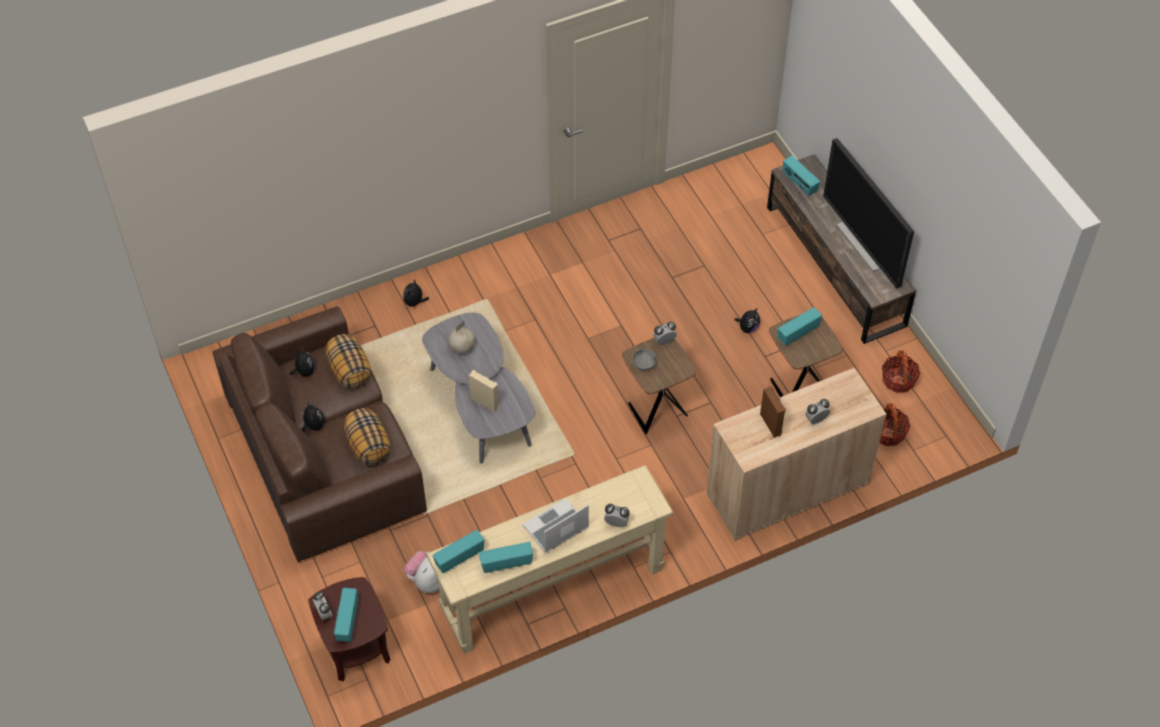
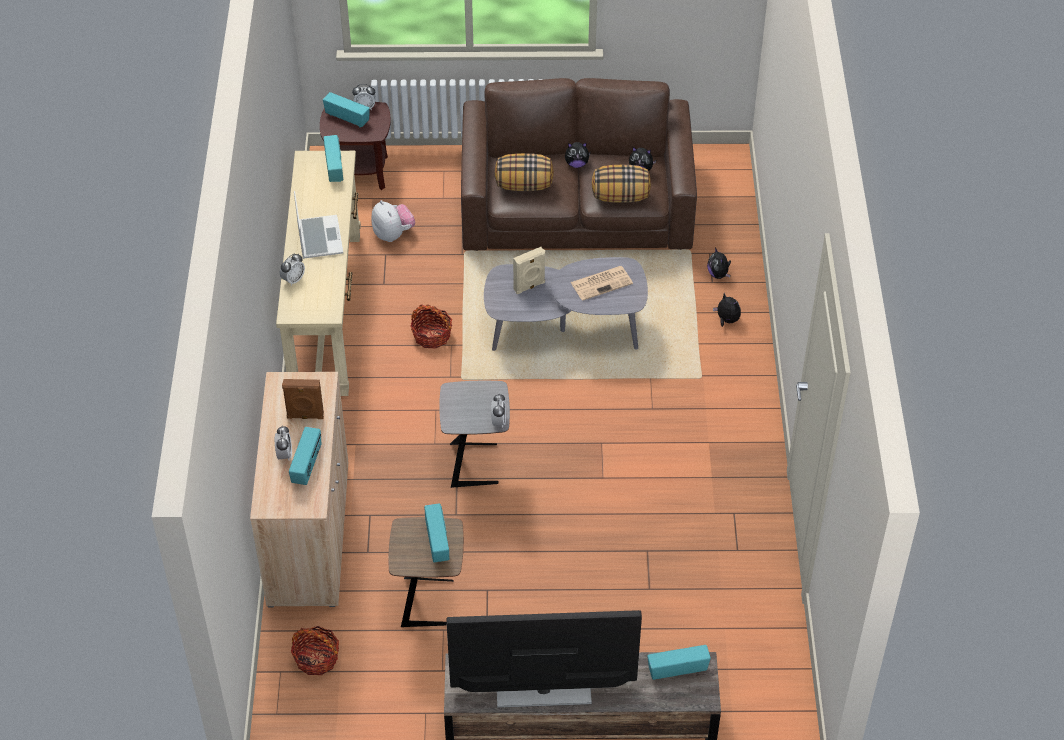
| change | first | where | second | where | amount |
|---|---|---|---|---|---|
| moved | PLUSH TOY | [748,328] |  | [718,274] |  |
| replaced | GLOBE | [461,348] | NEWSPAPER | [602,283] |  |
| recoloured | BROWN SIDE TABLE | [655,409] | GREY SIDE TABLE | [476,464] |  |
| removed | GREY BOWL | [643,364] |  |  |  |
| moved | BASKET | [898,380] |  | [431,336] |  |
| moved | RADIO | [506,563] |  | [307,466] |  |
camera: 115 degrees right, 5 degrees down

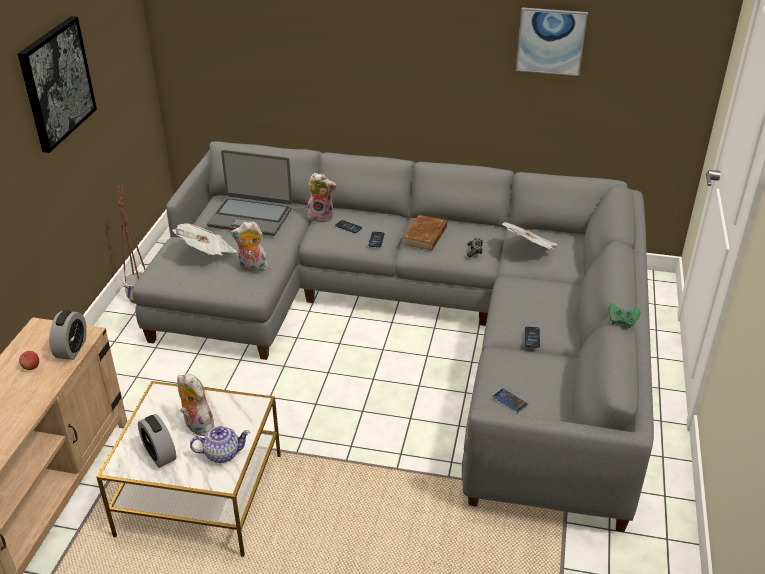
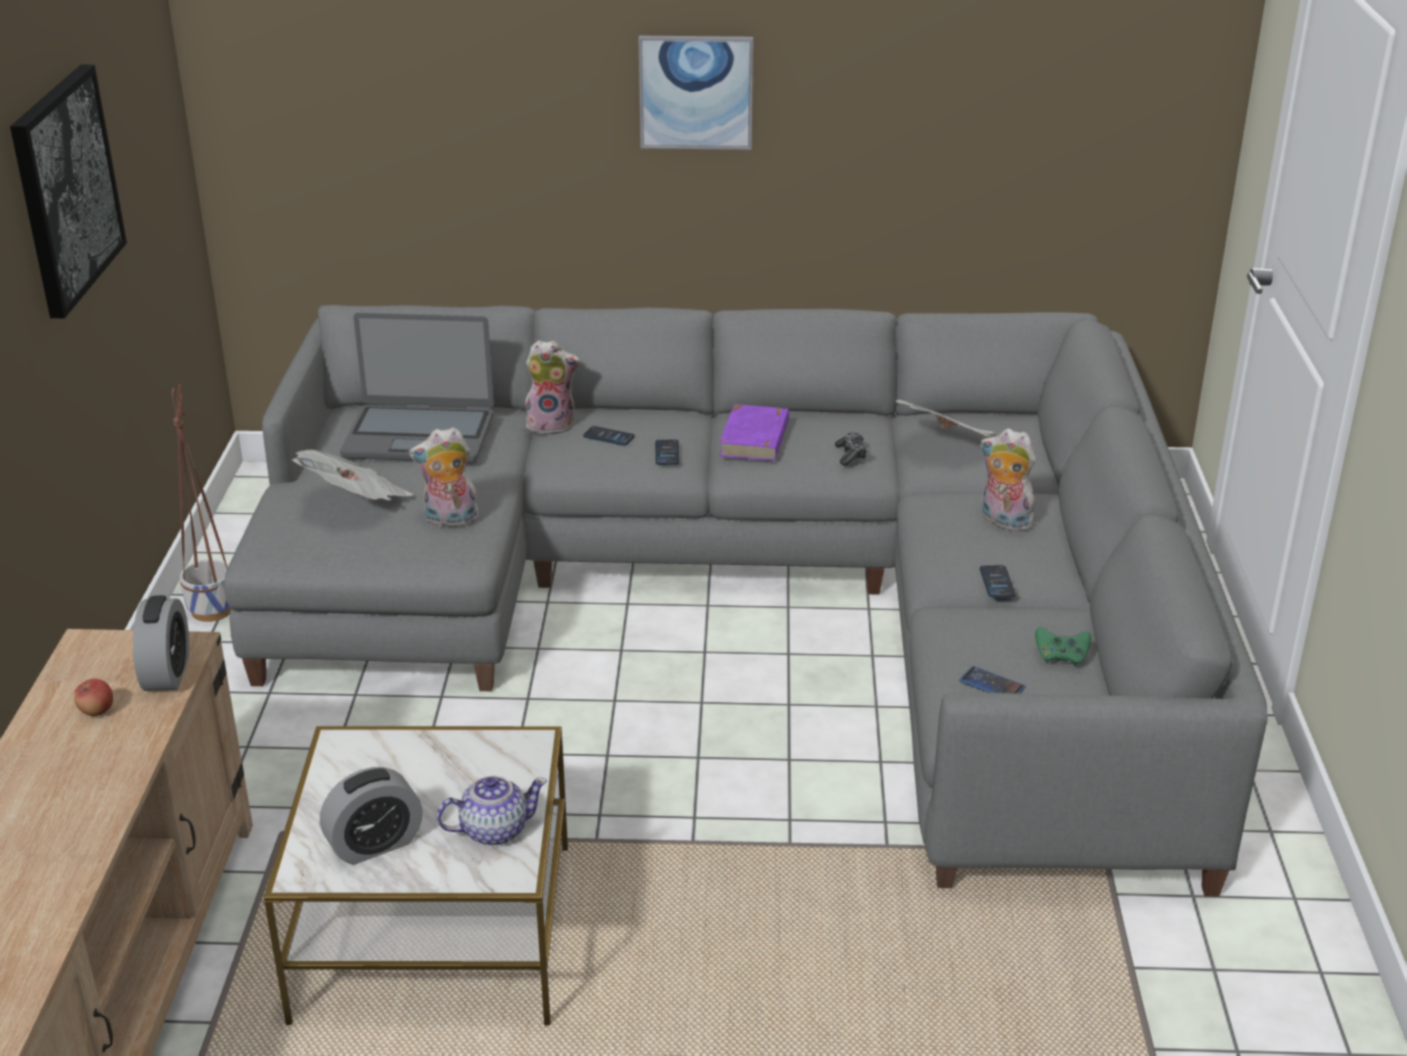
| change | first | where | second | where | amount |
|---|---|---|---|---|---|
| moved | PICTURE | [551,41] |  | [696,92] |  |
| recoloured | BROWN BOOK | [425,235] | PURPLE BOOK | [755,439] |  |
| moved | GREEN GAME CONTROLLER | [621,321] |  | [1060,657] |  |
| moved | PLUSH TOY | [196,426] |  | [1003,522] |  |
| turned | ALARM CLOCK | [159,454] |  | [374,845] | 75 degrees counterclockwise |
camera: 10 degrees left, 5 degrees down

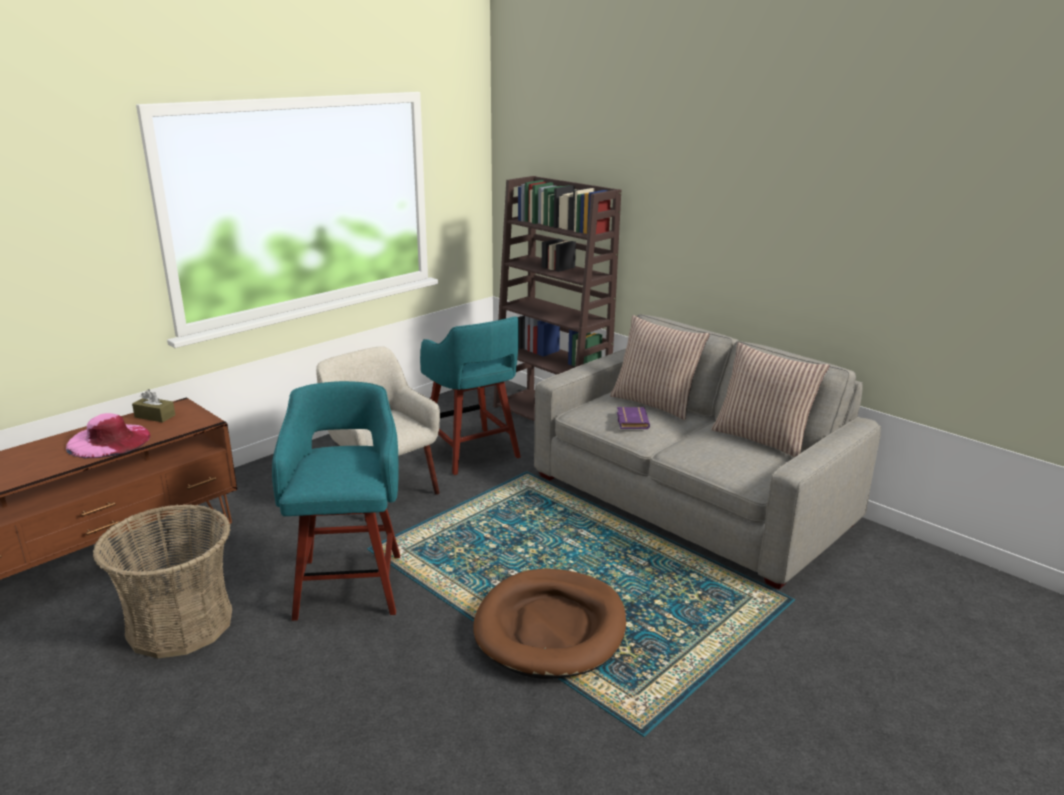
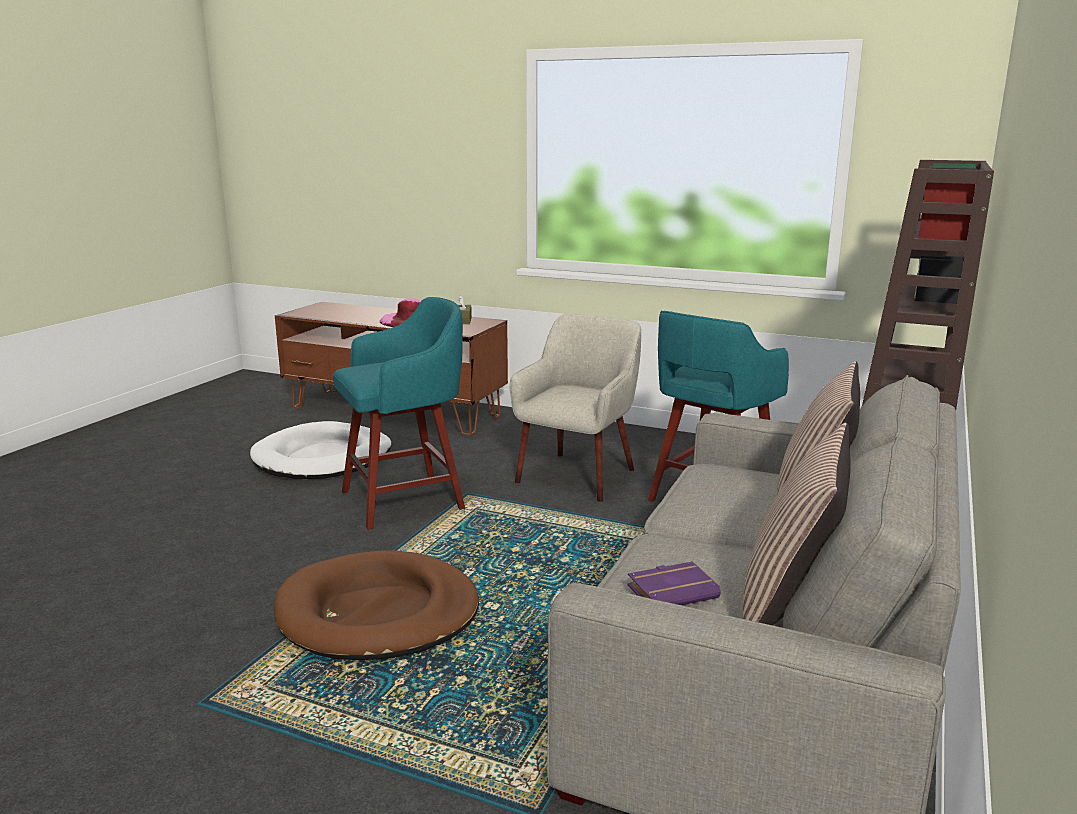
| change | first | where | second | where | amount |
|---|---|---|---|---|---|
| moved | PURPLE BOOK | [631,421] |  | [673,591] |  |
| replaced | BASKET | [180,624] | WHITE DOG BED | [323,457] |  |
camera: 70 degrees right, 5 degrees down

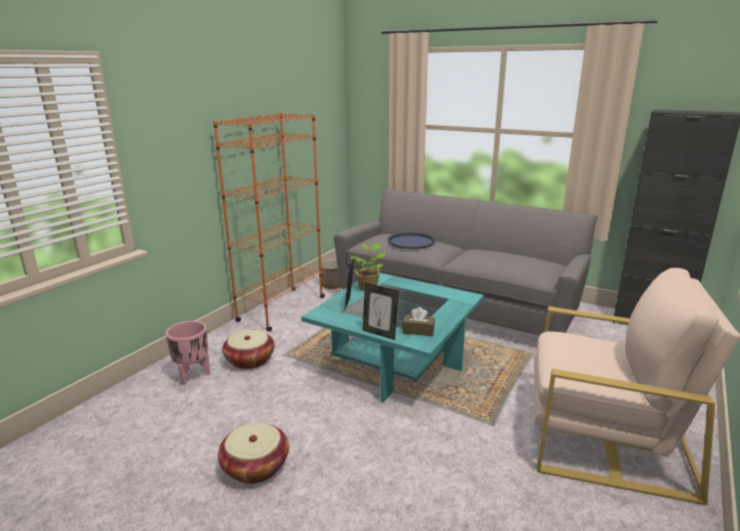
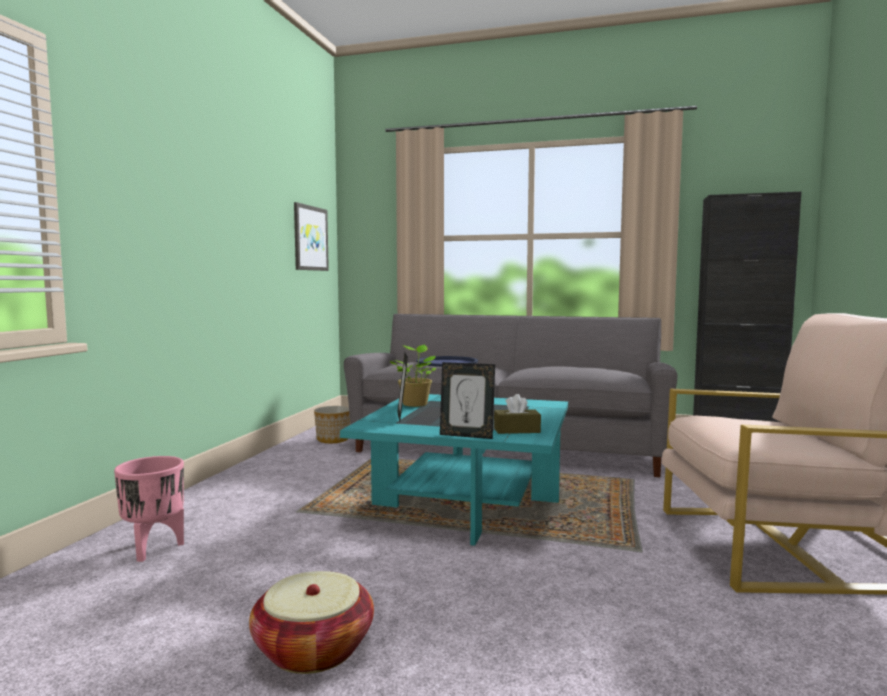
| change | first | where | second | where | amount |
|---|---|---|---|---|---|
| removed | ORANGE BOOKCASE | [281,309] |  |  |  |
| removed | BASKET | [250,360] |  |  |  |
| added |  |  | PICTURE | [310,238] |  |
camera: 15 degrees left, 15 degrees down

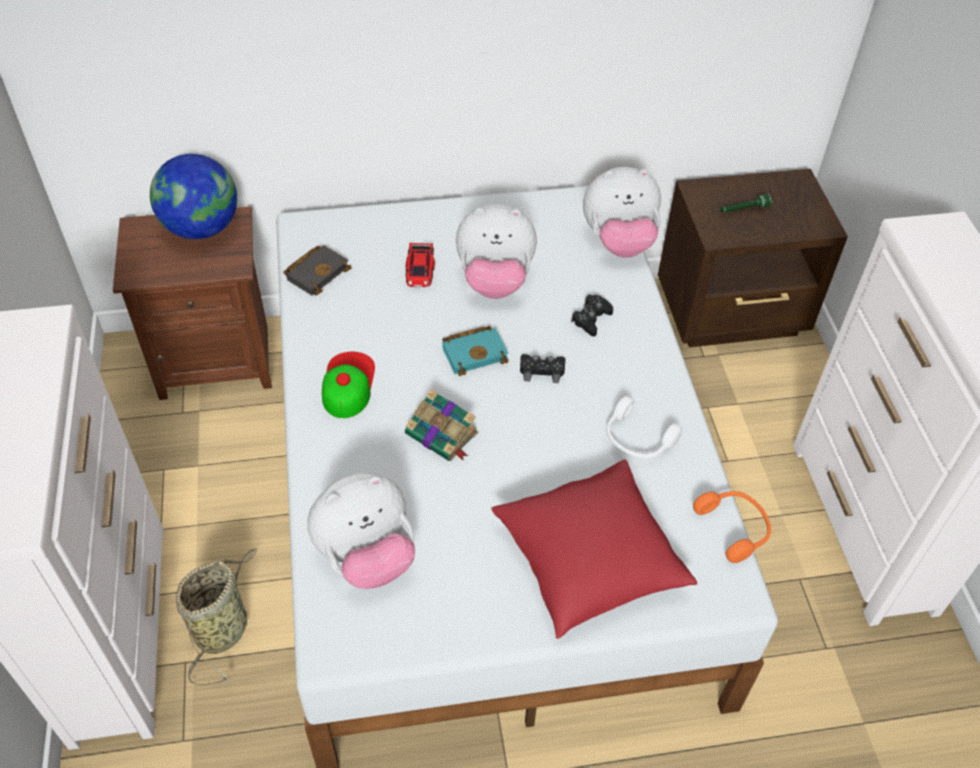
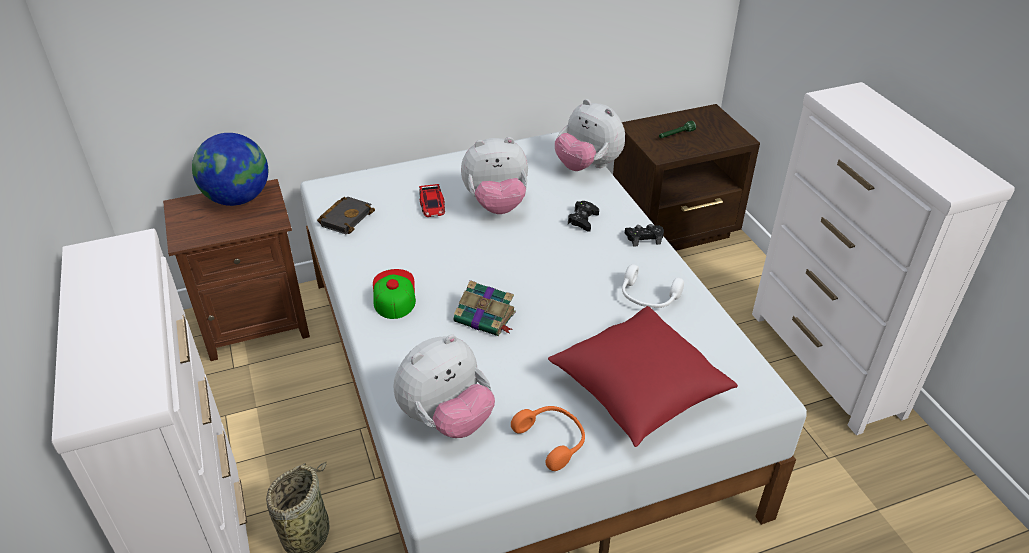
| change | first | where | second | where | amount |
|---|---|---|---|---|---|
| turned | PLUSH TOY | [619,242] |  | [587,166] | 60 degrees clockwise |
| removed | TURQUOISE BOOK | [475,352] |  |  |  |
| moved | BLACK GAME CONTROLLER | [542,371] |  | [644,238] |  |
| moved | ORANGE HEADPHONES | [734,528] |  | [552,440] |  |
camera: 10 degrees left, 10 degrees down

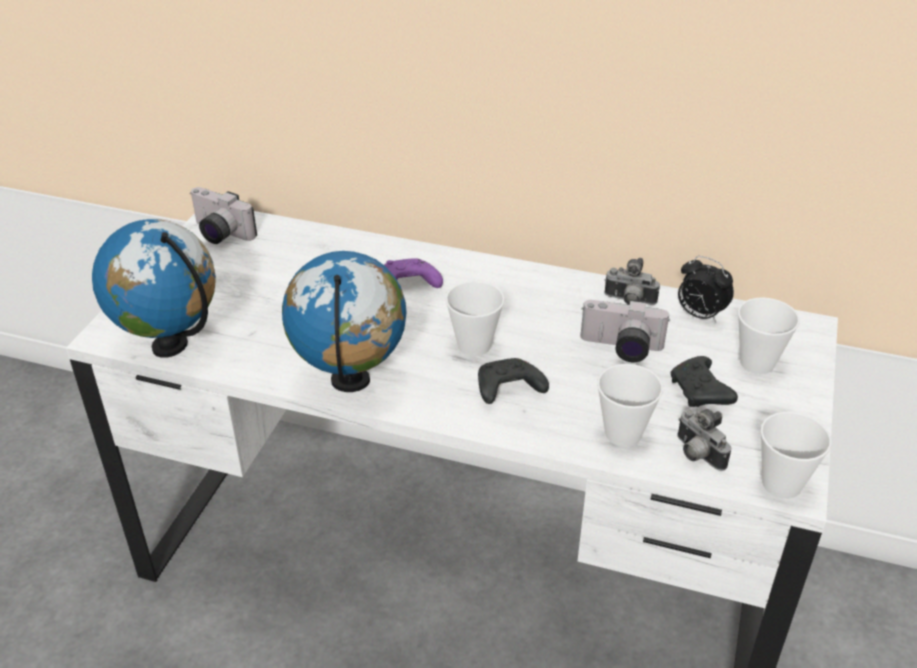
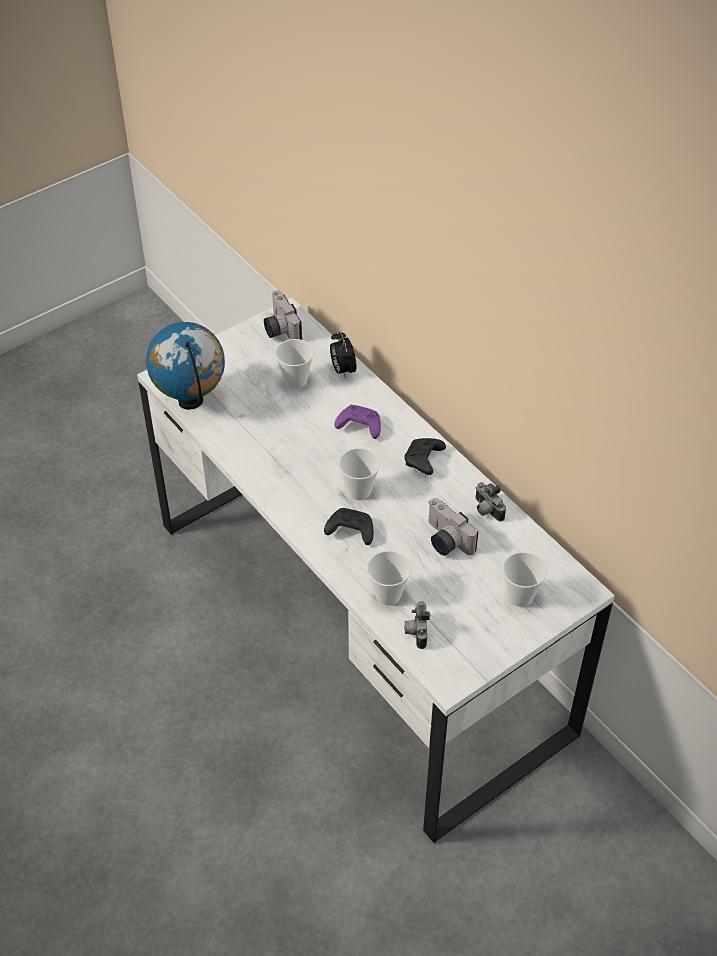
| change | first | where | second | where | amount |
|---|---|---|---|---|---|
| removed | GLOBE | [351,381] |  |  |  |
| moved | ALARM CLOCK | [699,315] |  | [342,370] |  |
| moved | BLACK GAME CONTROLLER | [700,393] |  | [423,461] |  |
| moved | CUP | [781,484] |  | [296,380] |  |
camera: 35 degrees right, 10 degrees up

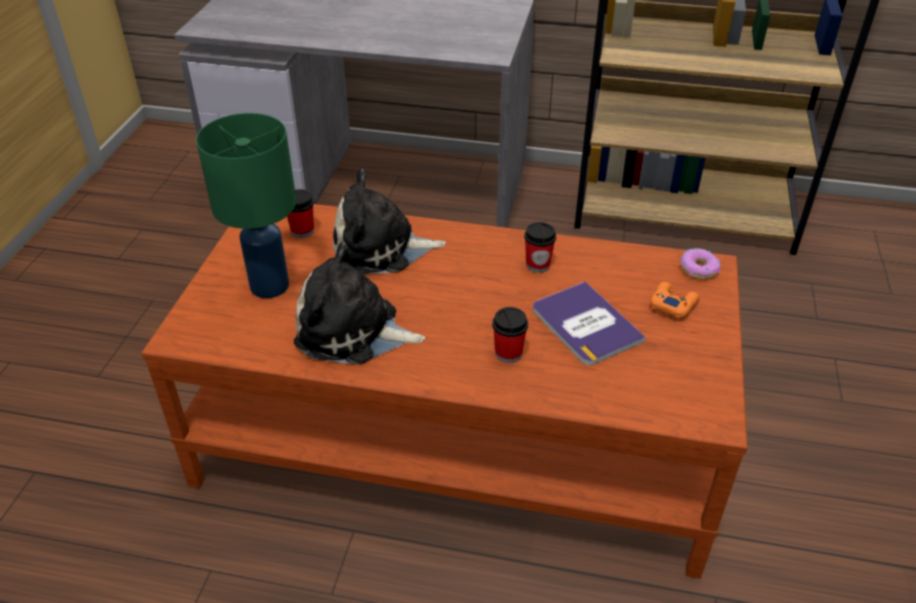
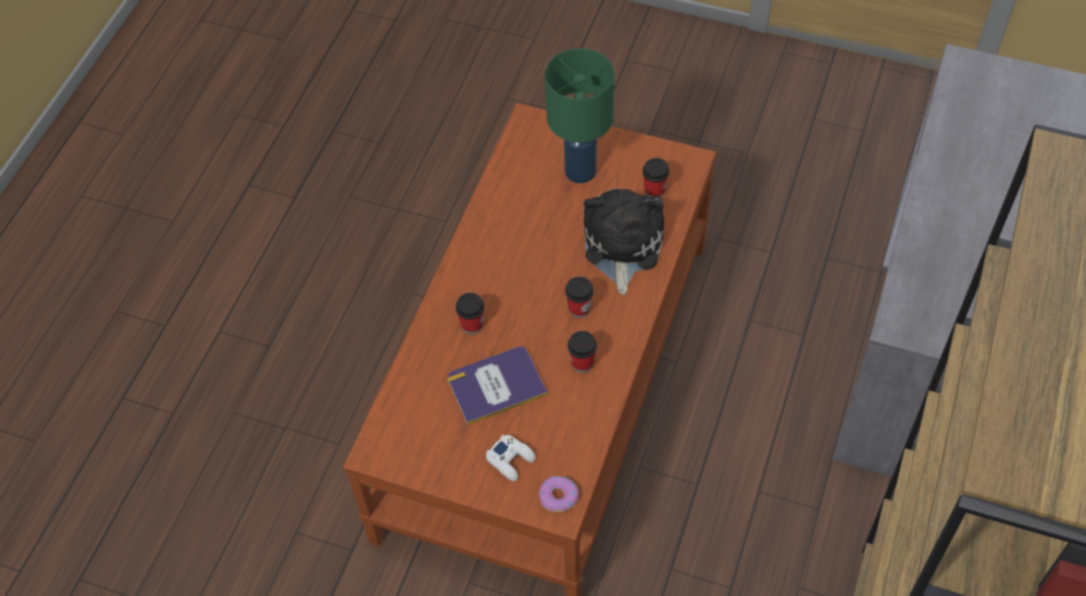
| change | first | where | second | where | amount |
|---|---|---|---|---|---|
| removed | PLUSH TOY | [353,332] |  |  |  |
| recoloured | ORANGE GAME CONTROLLER | [672,304] | WHITE GAME CONTROLLER | [511,460] |  |
| added |  |  | CUP | [579,308] |  |
camera: 100 degrees right, 15 degrees up

